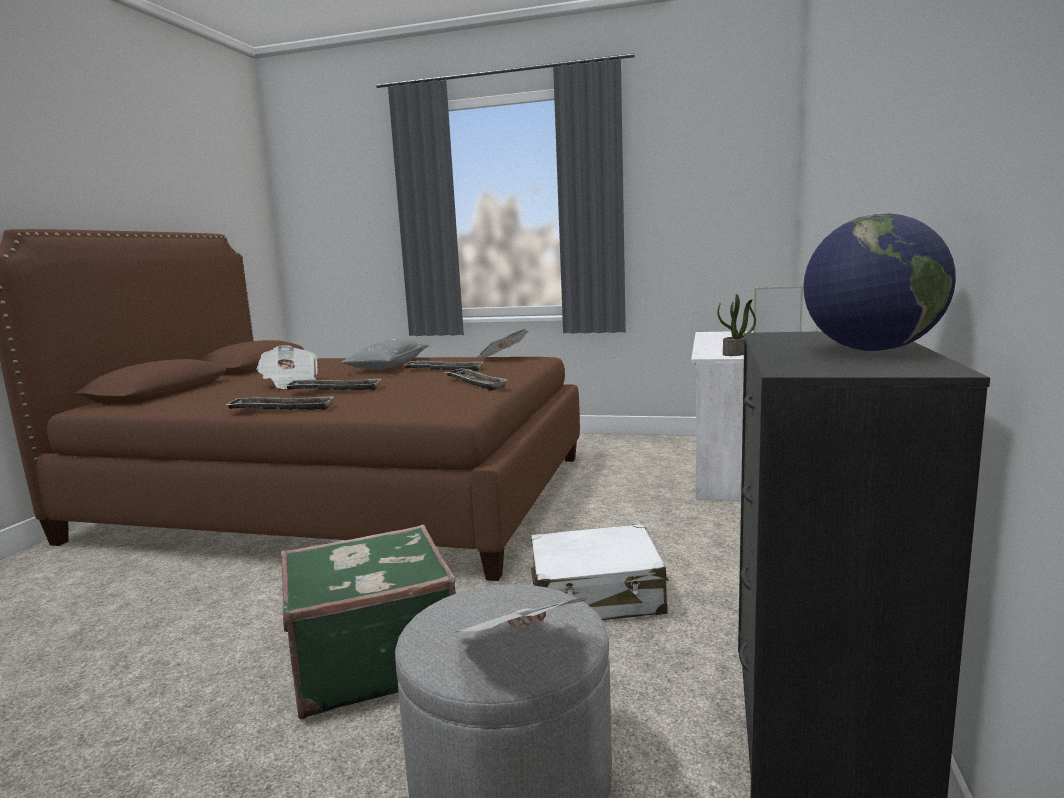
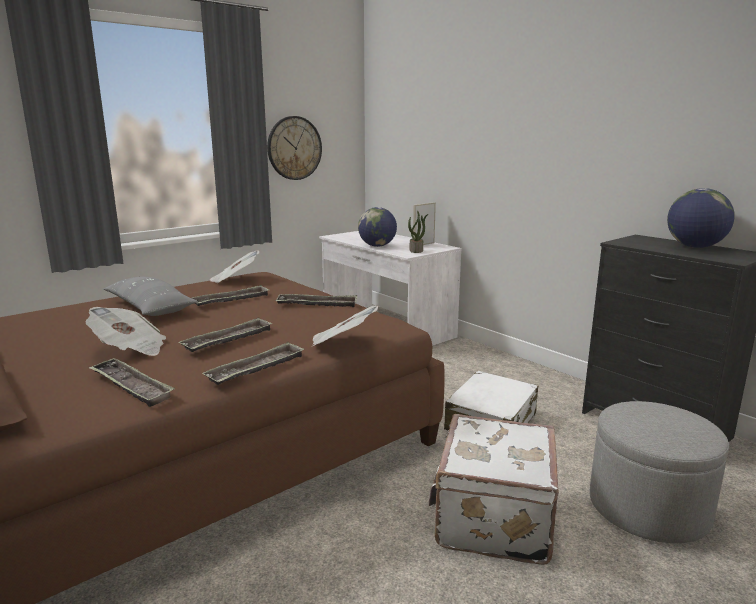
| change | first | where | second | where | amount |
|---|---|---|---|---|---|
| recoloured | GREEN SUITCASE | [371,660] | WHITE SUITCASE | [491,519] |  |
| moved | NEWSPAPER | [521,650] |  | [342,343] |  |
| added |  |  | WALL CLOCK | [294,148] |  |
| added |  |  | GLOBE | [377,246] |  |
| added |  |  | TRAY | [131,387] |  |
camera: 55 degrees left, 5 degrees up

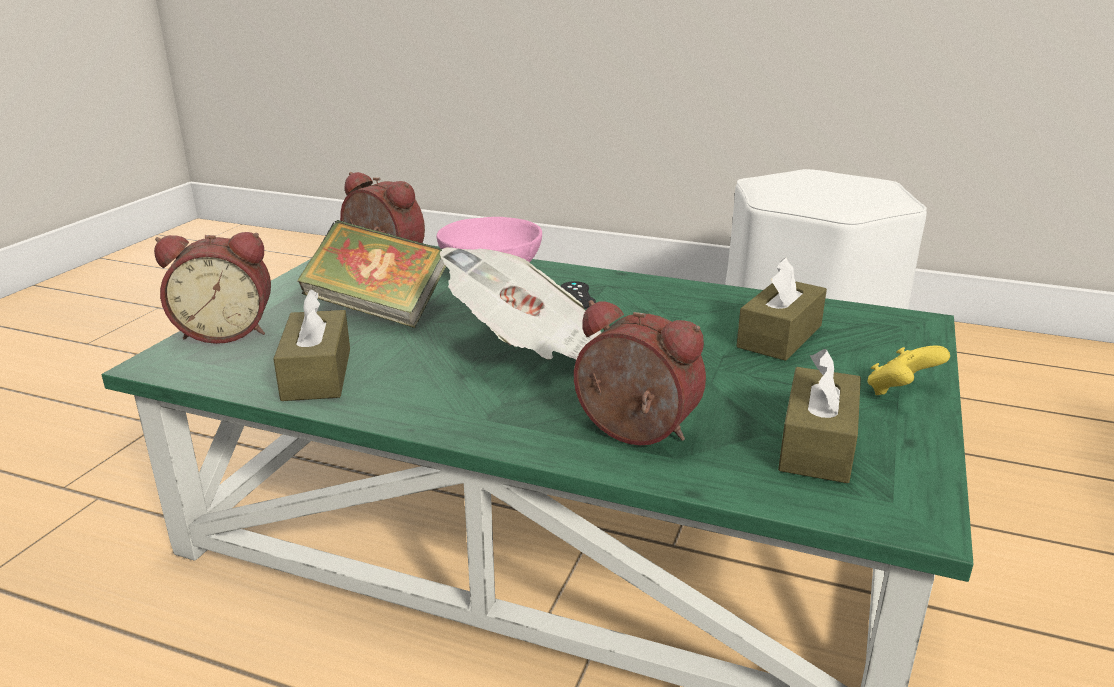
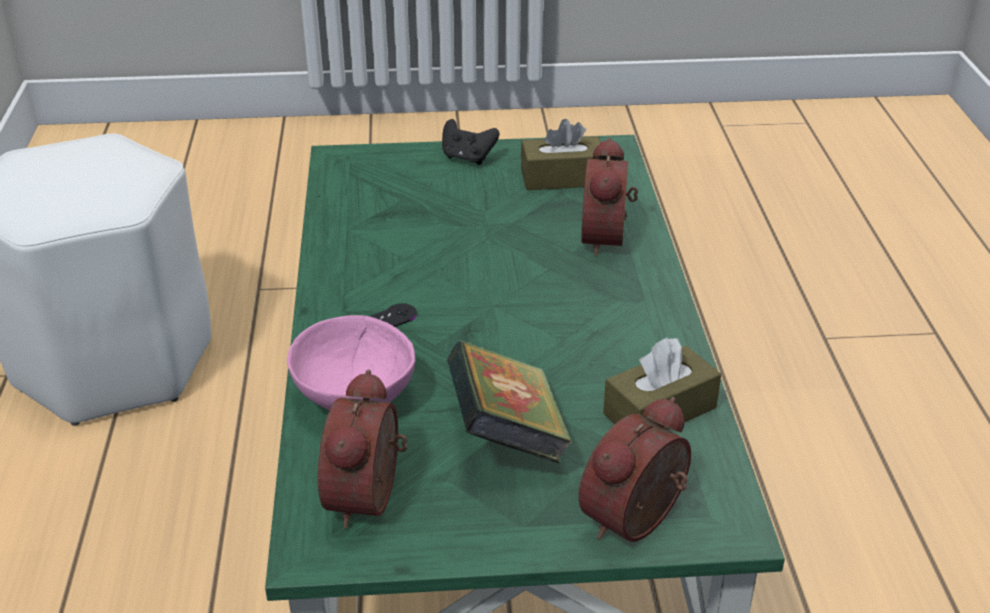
| change | first | where | second | where | amount |
|---|---|---|---|---|---|
| turned | ALARM CLOCK | [226,331] |  | [637,521] | 105 degrees counterclockwise |
| removed | NEWSPAPER | [532,350] |  |  |  |
| removed | BROWN TISSUE BOX | [779,336] |  |  |  |
| recoloured | YELLOW GAME CONTROLLER | [900,392] | BLACK GAME CONTROLLER | [467,158] |  |
camera: 115 degrees left, 10 degrees up

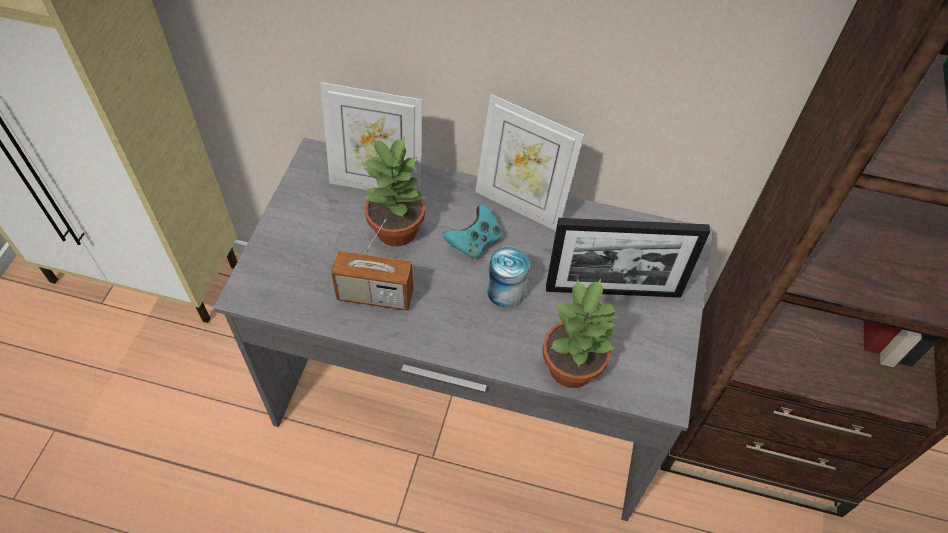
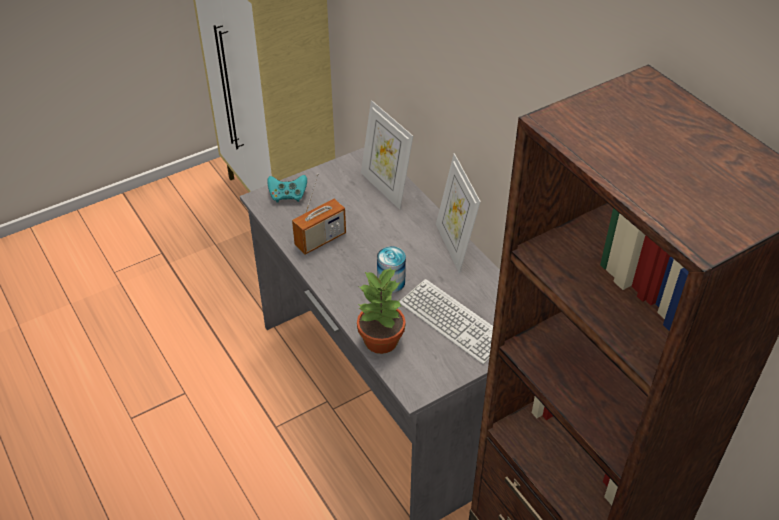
| change | first | where | second | where | amount |
|---|---|---|---|---|---|
| removed | POTTED PLANT | [397,228] |  |  |  |
| moved | TURQUOISE GAME CONTROLLER | [474,242] |  | [287,196] |  |
| replaced | PICTURE FRAME | [613,291] | KEYBOARD | [453,322] |  |
| turned | RADIO | [375,295] |  | [320,240] | 90 degrees counterclockwise |
camera: 45 degrees right, 10 degrees down

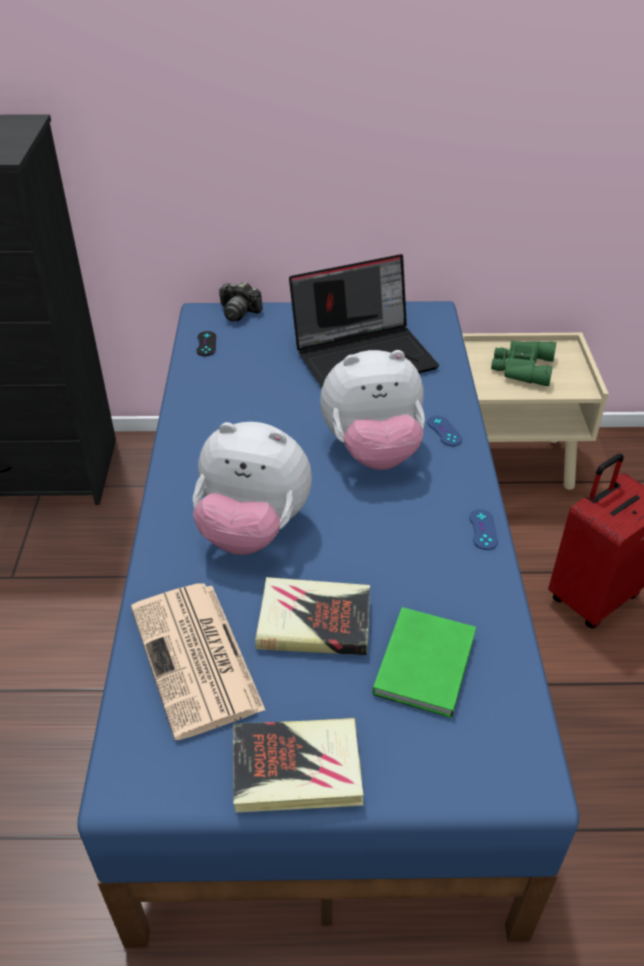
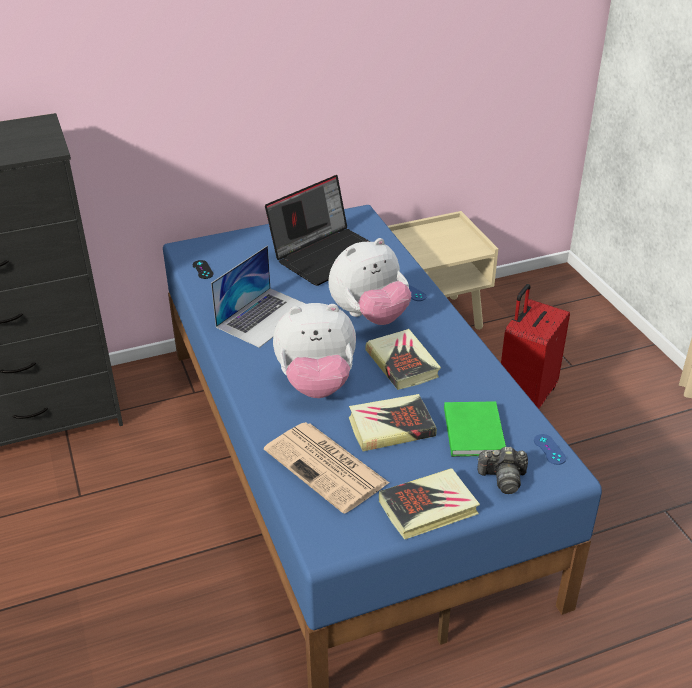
| change | first | where | second | where | amount |
|---|---|---|---|---|---|
| moved | PHOTO CAMERA | [239,312] |  | [503,478] |  |
| removed | GREEN BINOCULARS | [521,368] |  |  |  |
| moved | BLUE GAME CONTROLLER | [483,529] |  | [549,449] |  |
| added |  |  | LAPTOP | [264,316] |  |
| added |  |  | BOOK | [402,363] |  |
camera: 20 degrees left, 5 degrees down

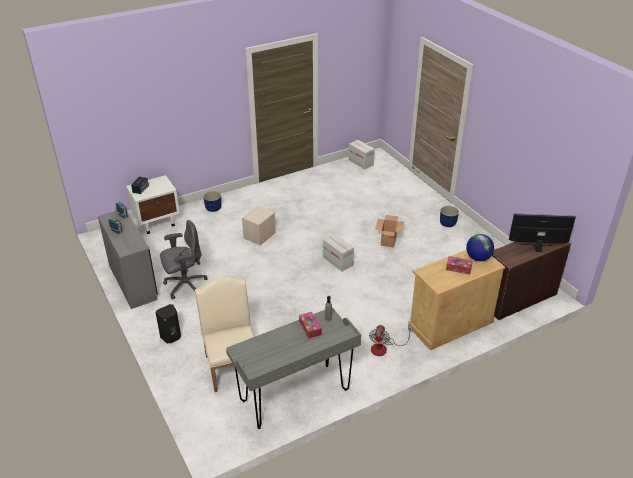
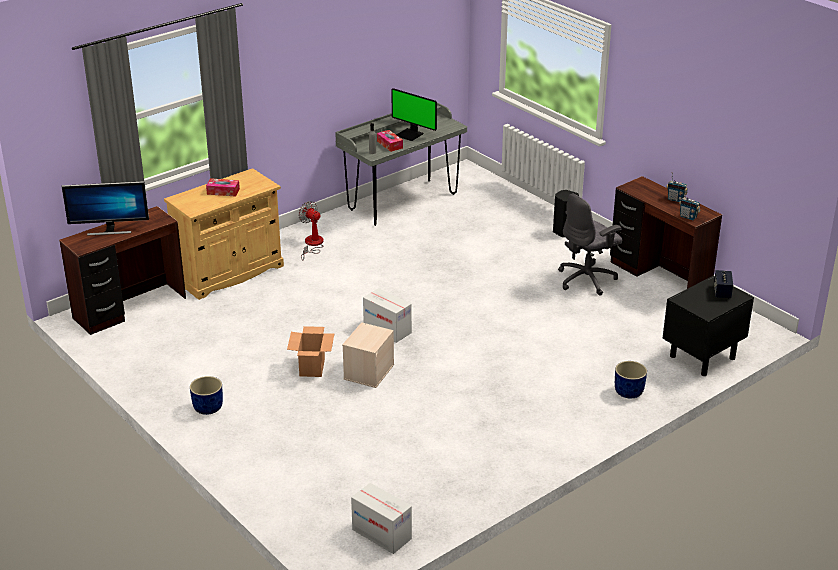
| change | first | where | second | where | amount |
|---|---|---|---|---|---|
| recoloured | WHITE NIGHTSTAND | [157,222] | BLACK NIGHTSTAND | [701,357] |  |
| moved | BEIGE STORAGE BOX | [259,235] |  | [368,371] |  |
| recoloured | GREY DESK | [134,282] | BROWN DESK | [659,277] |  |
| removed | GLOBE | [478,258] |  |  |  |
| removed | BEIGE CHAIR | [232,365] |  |  |  |
| turned | FAN | [384,348] |  | [312,245] | 45 degrees counterclockwise |
| added |  |  | MONITOR | [410,134] |  |
camera: 170 degrees right, 5 degrees down

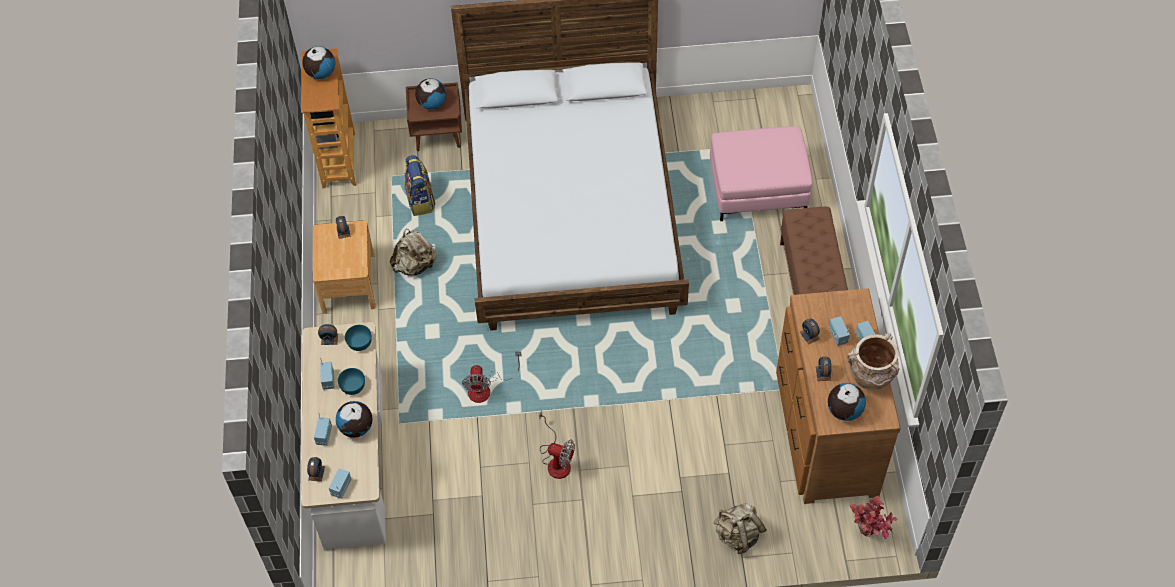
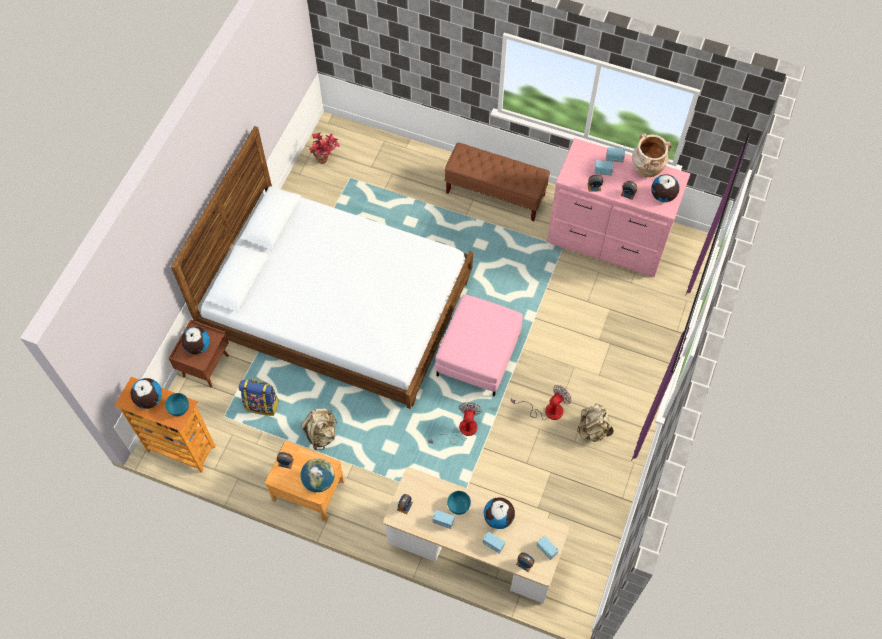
| change | first | where | second | where | amount |
|---|---|---|---|---|---|
| moved | PINK OTTOMAN | [758,188] |  | [478,354] |  |
| recoloured | BROWN DRESSER | [825,432] | PINK DRESSER | [608,240] |  |
| moved | TURQUOISE BOWL | [359,343] |  | [179,408] |  |
| turned | FAN | [486,388] |  | [461,430] | 105 degrees counterclockwise |
| moved | POTTED PLANT | [869,535] |  | [326,160] |  |
| moved | BEIGE BACKPACK | [738,535] |  | [592,429] |  |
| added |  |  | GLOBE | [319,481] |  |
camera: 65 degrees left, 5 degrees up

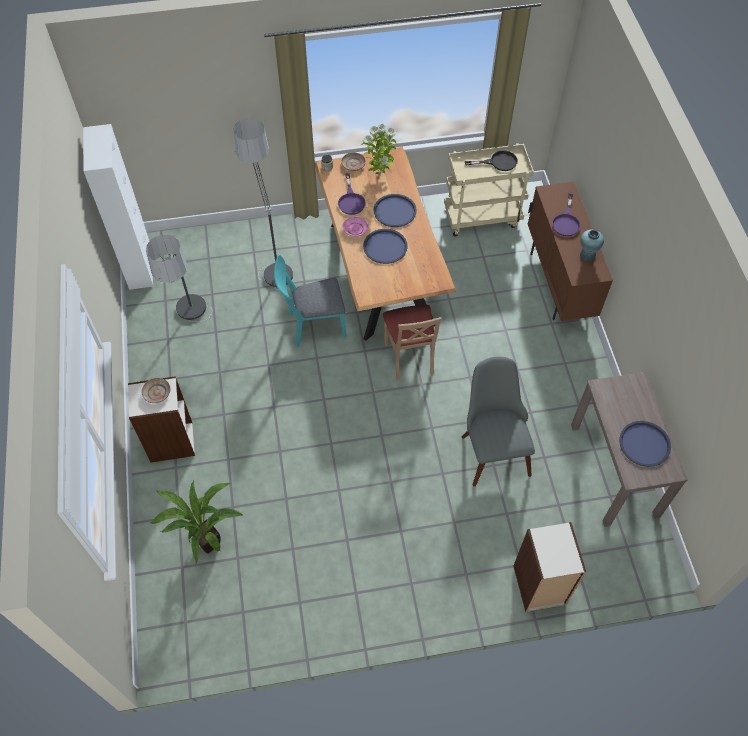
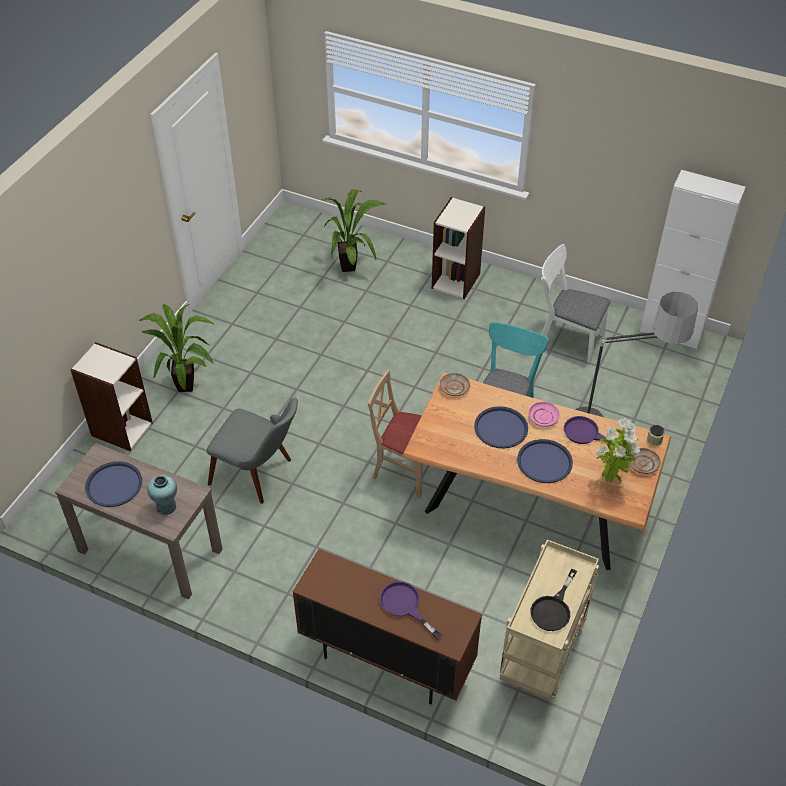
| change | first | where | second | where | amount |
|---|---|---|---|---|---|
| moved | TURQUOISE VASE | [587,255] |  | [166,506] |  |
| replaced | FLOOR LAMP | [194,328] | WHITE CHAIR | [566,338] |  |
| moved | BEIGE PLATE | [157,393] |  | [454,388] |  |
| added |  |  | POTTED PLANT | [186,383] |  |
camera: 125 degrees right, 10 degrees down

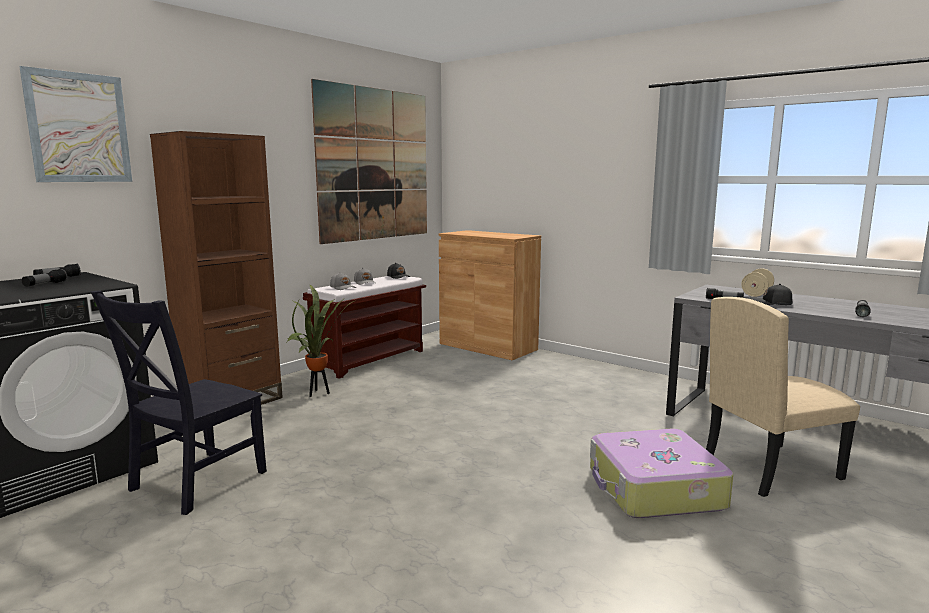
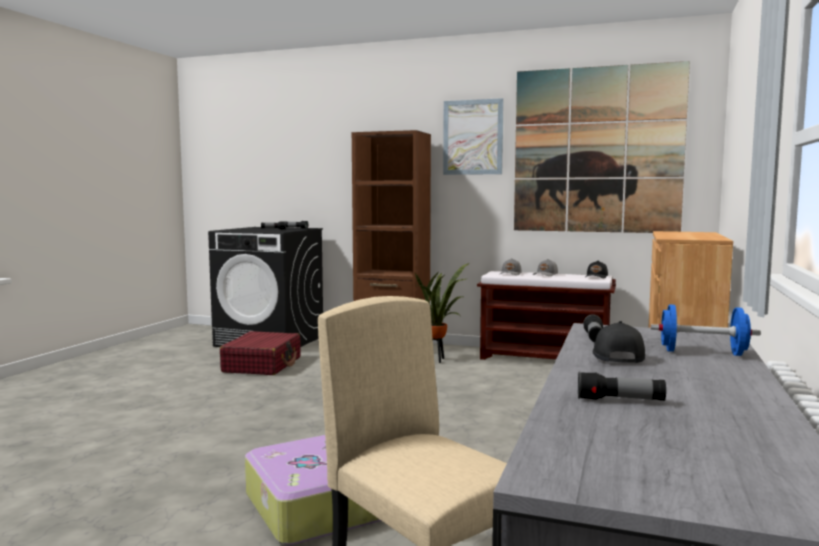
| change | first | where | second | where | amount |
|---|---|---|---|---|---|
| moved | PICTURE | [79,128] |  | [473,137] |  |
| recoloured | BEIGE DUMBBELL | [756,294] | BLUE DUMBBELL | [702,352] |  |
| replaced | BLACK CHAIR | [194,483] | RED SUITCASE | [262,365] |  |
camera: 70 degrees right, 5 degrees down

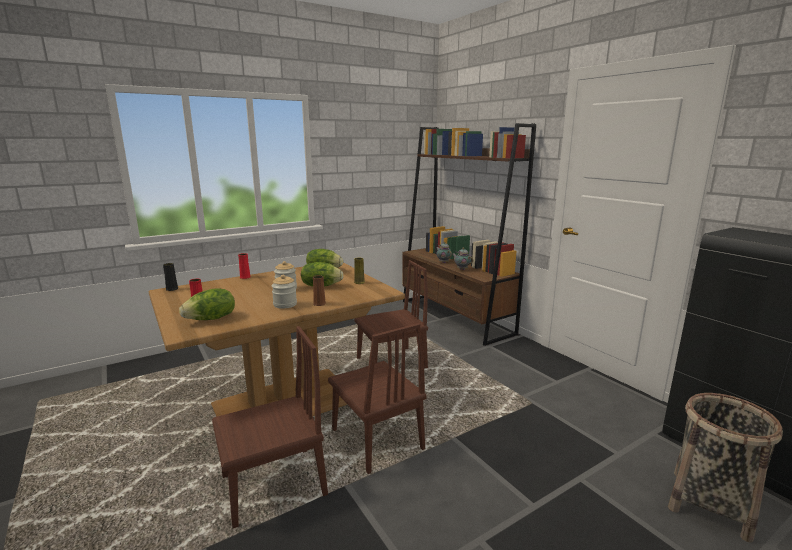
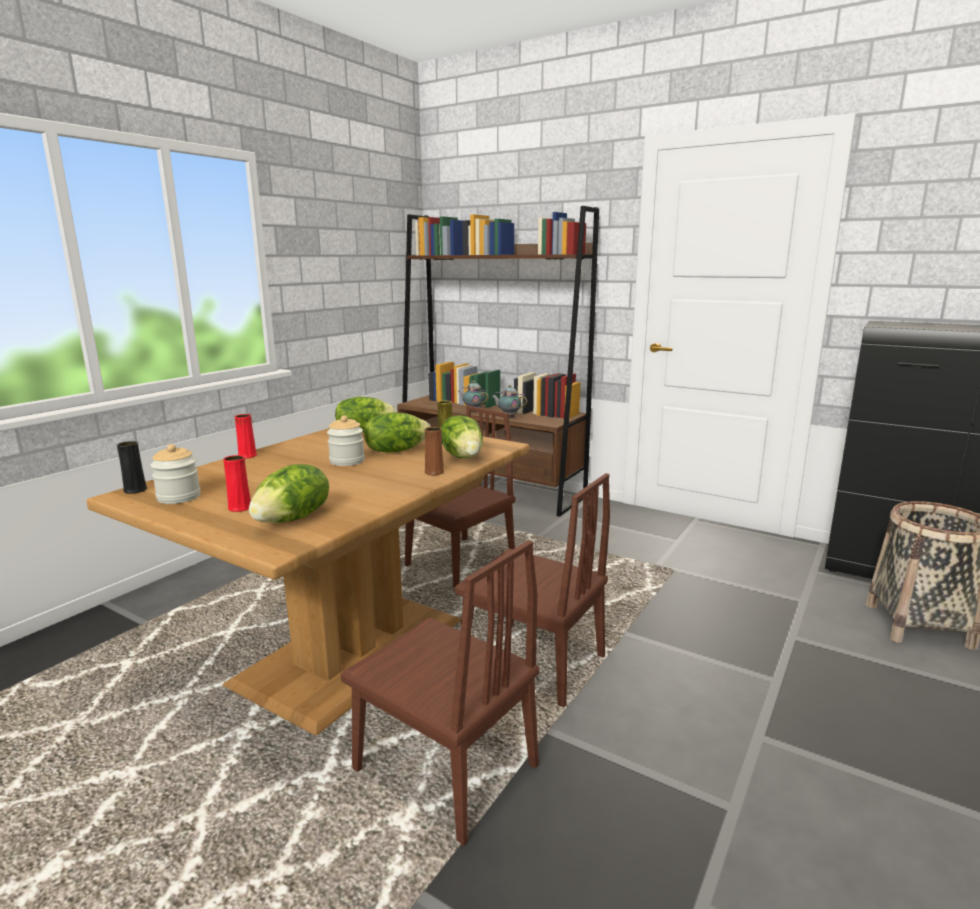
| change | first | where | second | where | amount |
|---|---|---|---|---|---|
| moved | JAR | [285,304] |  | [179,497] |  |
| turned | BROWN CHAIR | [273,485] |  | [445,767] | 90 degrees clockwise |
| added |  |  | LETTUCE | [463,456] |  |
camera: 25 degrees left, 0 degrees up

